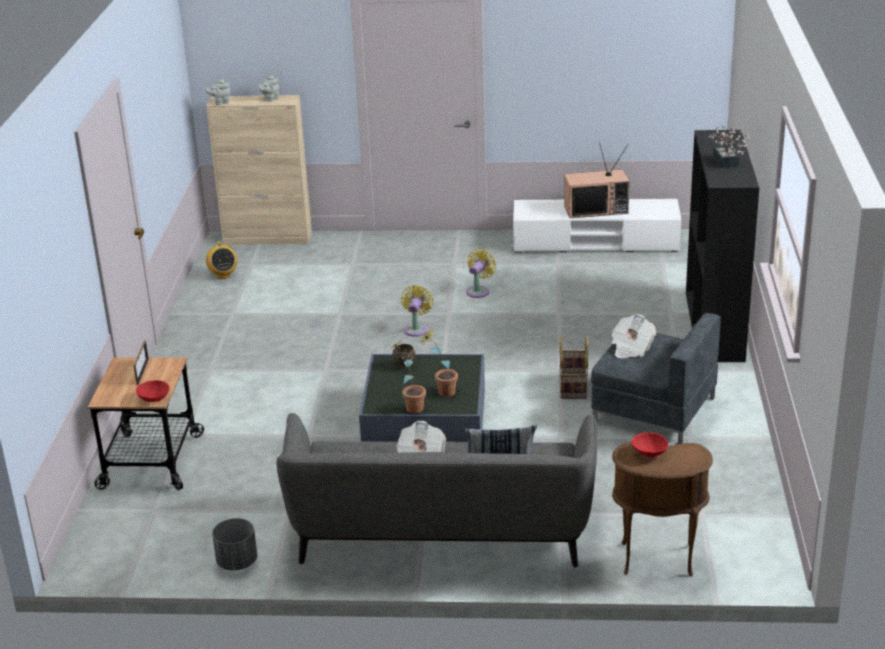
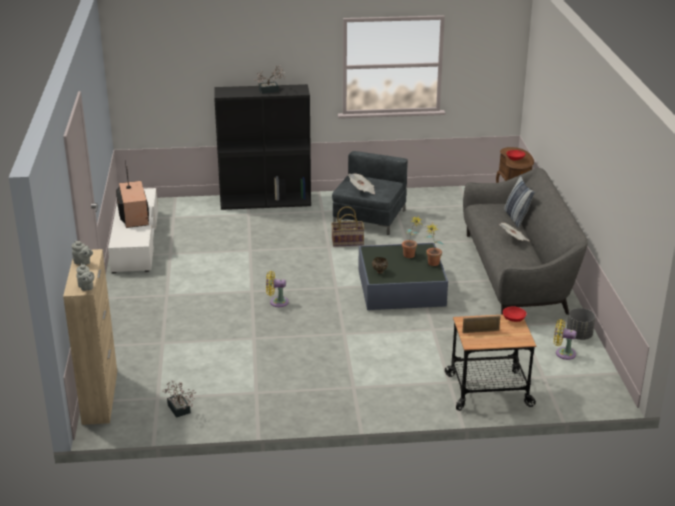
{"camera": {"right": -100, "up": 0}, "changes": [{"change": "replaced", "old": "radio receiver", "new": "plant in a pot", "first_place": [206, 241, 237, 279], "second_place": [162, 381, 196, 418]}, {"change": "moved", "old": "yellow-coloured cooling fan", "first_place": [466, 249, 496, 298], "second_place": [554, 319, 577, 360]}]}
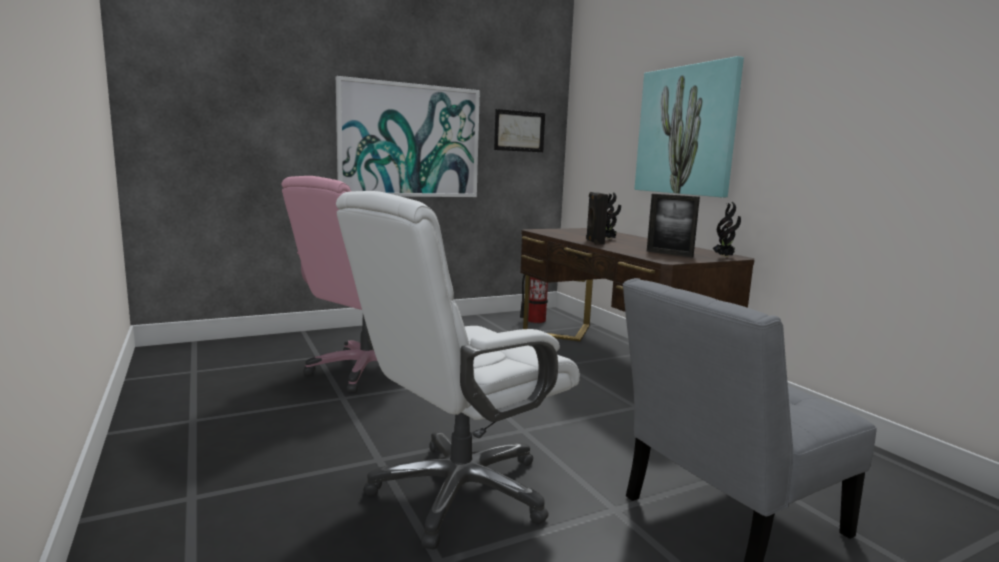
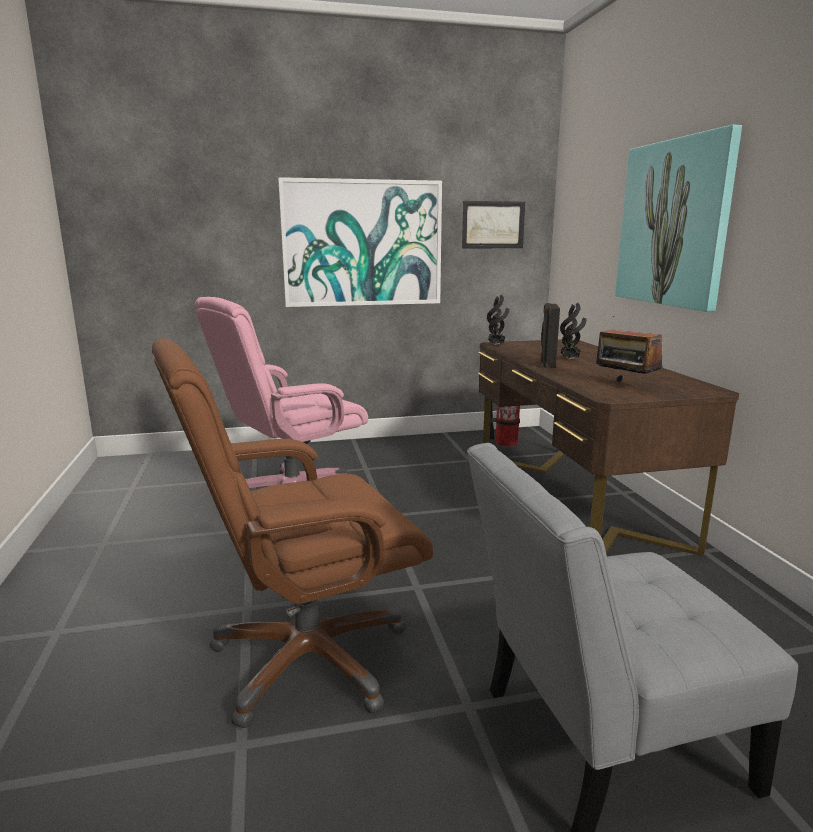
{"camera": {"right": 15, "up": 5}, "changes": [{"change": "recoloured", "old": "white-coloured desk chair", "new": "brown-coloured desk chair", "first_place": [336, 191, 580, 549], "second_place": [152, 338, 433, 729]}, {"change": "replaced", "old": "photo frame", "new": "radio receiver", "first_place": [647, 194, 700, 257], "second_place": [596, 316, 663, 382]}, {"change": "moved", "old": "plant in a pot", "first_place": [713, 201, 741, 257], "second_place": [487, 295, 510, 345]}]}
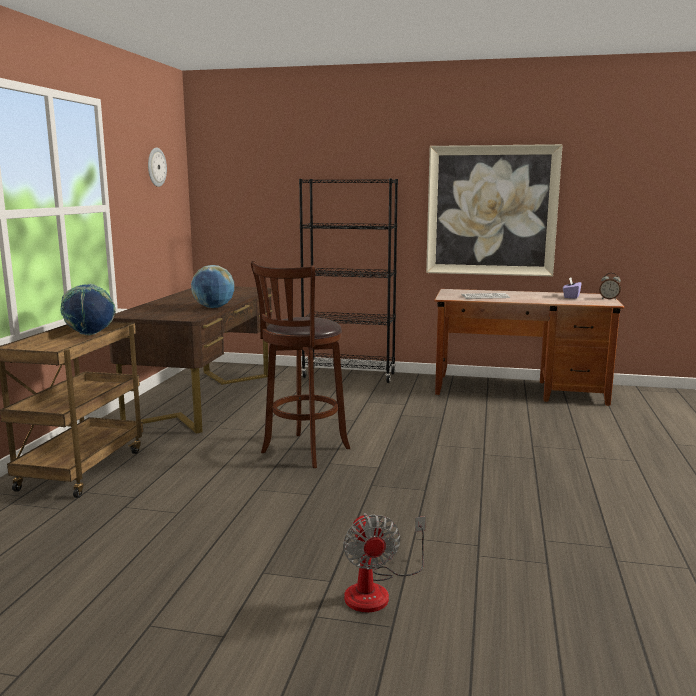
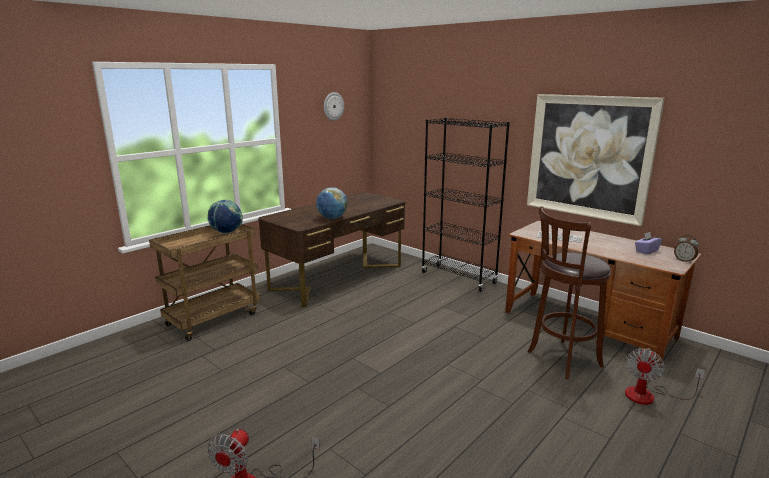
{"camera": {"right": 30, "up": 5}, "changes": [{"change": "moved", "old": "brown-coloured stool", "first_place": [251, 260, 350, 468], "second_place": [528, 206, 611, 380]}, {"change": "added", "new": "cooling fan", "second_place": [625, 348, 705, 405]}]}
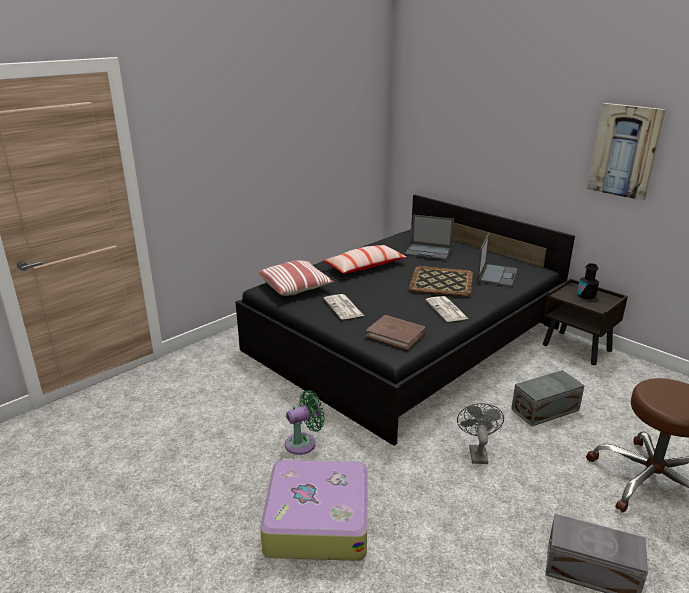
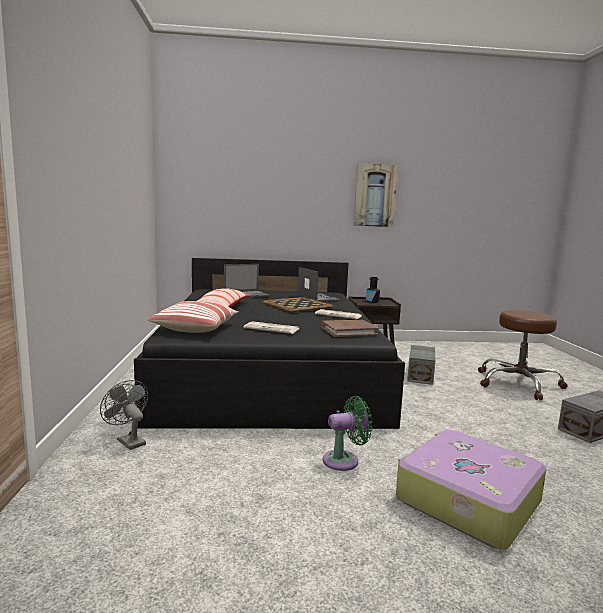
{"camera": {"right": -50, "up": -15}, "changes": [{"change": "turned", "old": "greenish cooling fan", "first_place": [285, 390, 325, 455], "second_place": [323, 396, 372, 471], "degrees": 60}, {"change": "moved", "old": "grey cooling fan", "first_place": [457, 403, 504, 464], "second_place": [100, 380, 148, 450]}]}
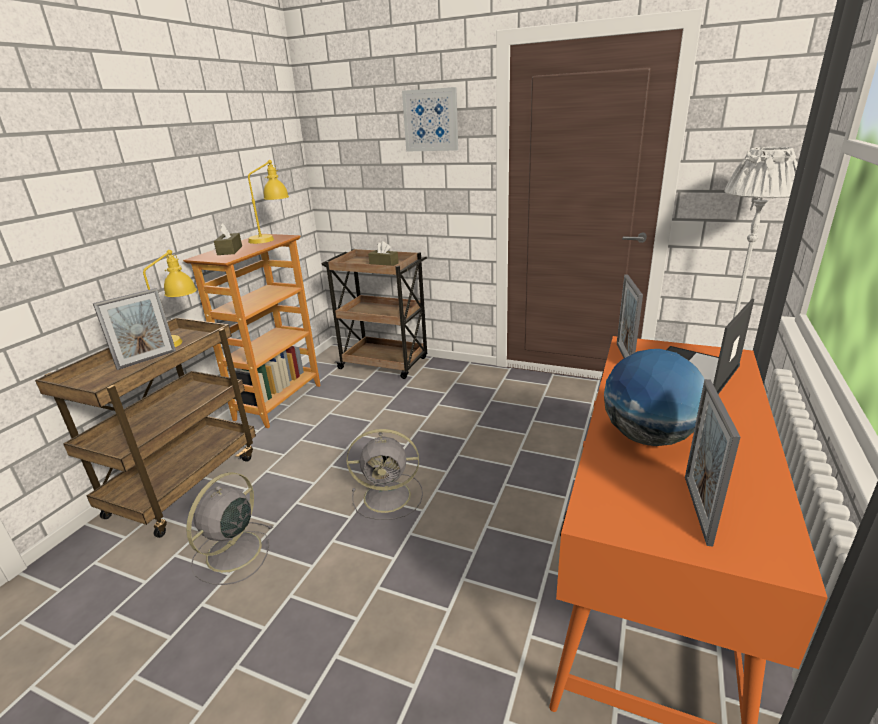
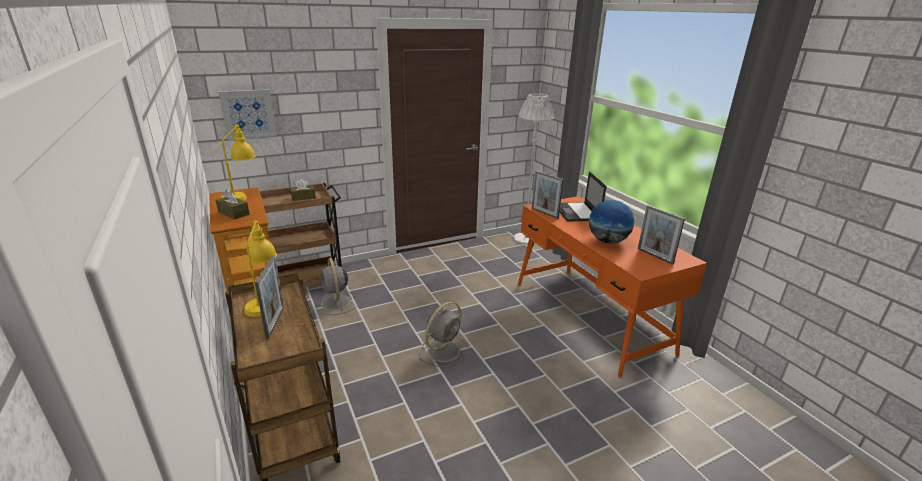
{"camera": {"right": -50, "up": 0}, "changes": [{"change": "moved", "old": "grey cooling fan", "first_place": [186, 472, 272, 585], "second_place": [315, 258, 358, 315]}, {"change": "moved", "old": "picture", "first_place": [402, 87, 458, 152], "second_place": [218, 89, 277, 140]}]}
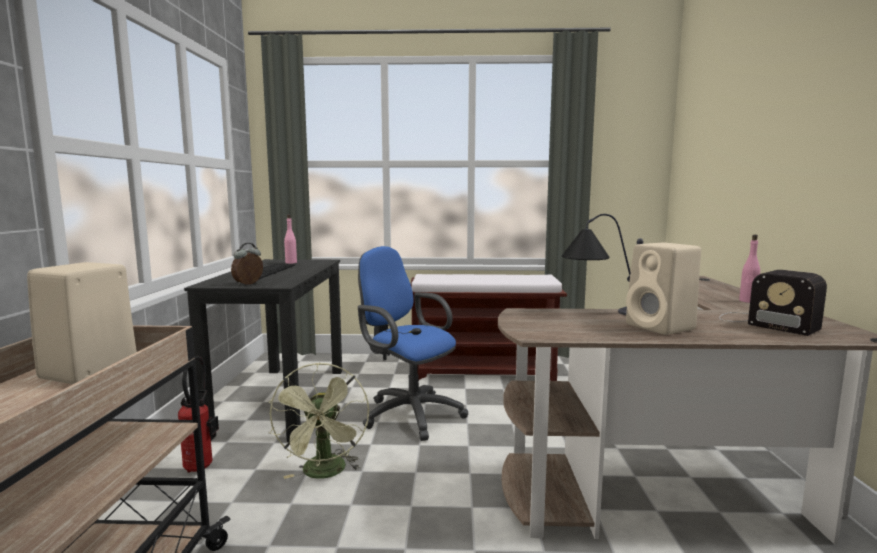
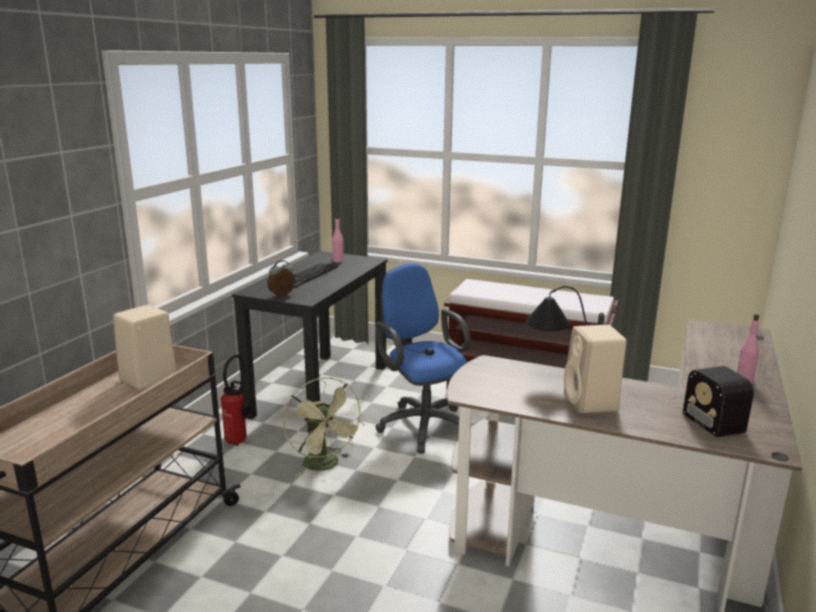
{"camera": {"right": 20, "up": 10}, "changes": [{"change": "turned", "old": "greenish cooling fan", "first_place": [269, 362, 369, 479], "second_place": [284, 377, 365, 477], "degrees": -45}]}
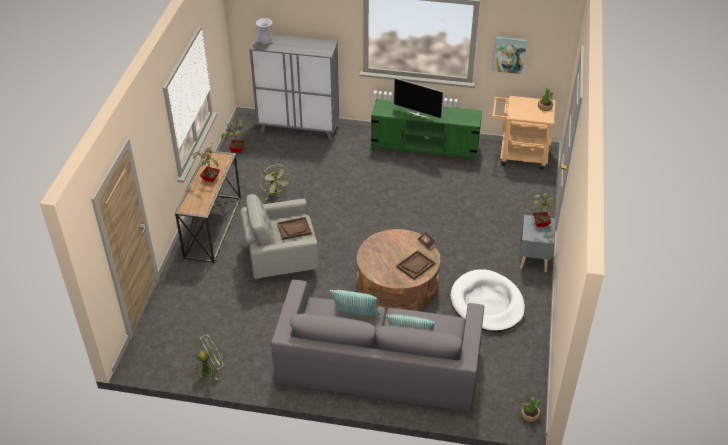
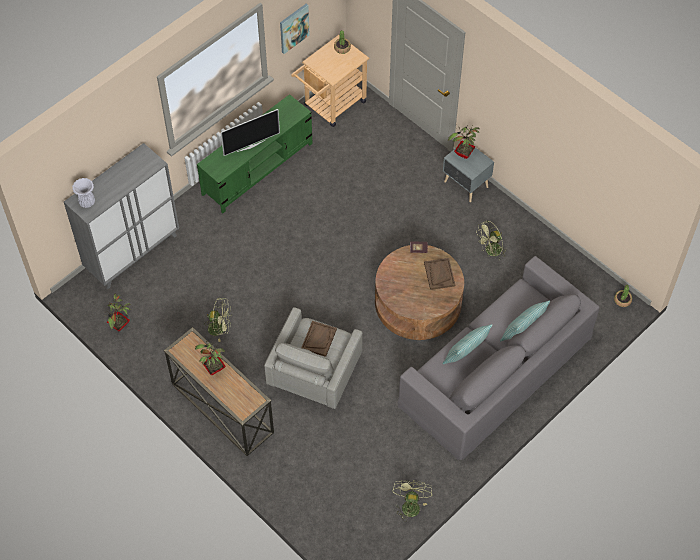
{"camera": {"right": -55, "up": 15}, "changes": [{"change": "replaced", "old": "white-coloured dog bed", "new": "greenish cooling fan", "first_place": [451, 269, 525, 332], "second_place": [476, 220, 507, 260]}]}
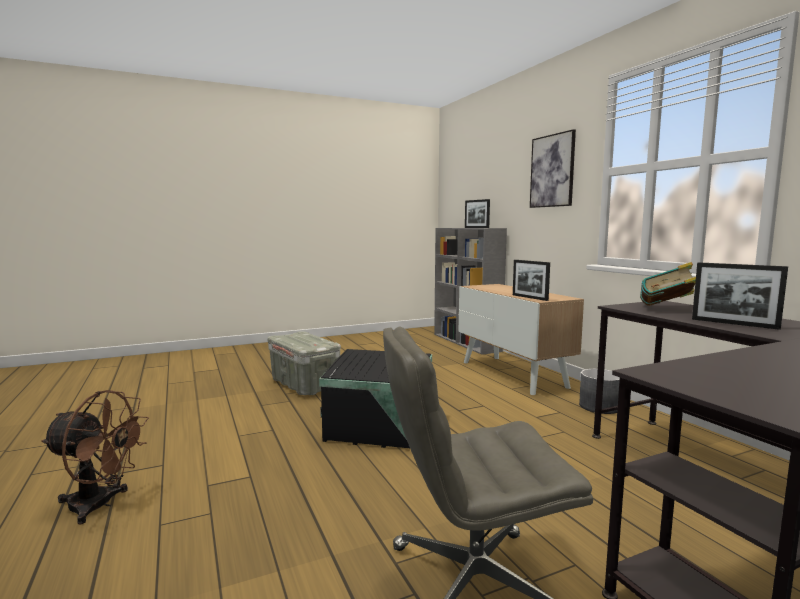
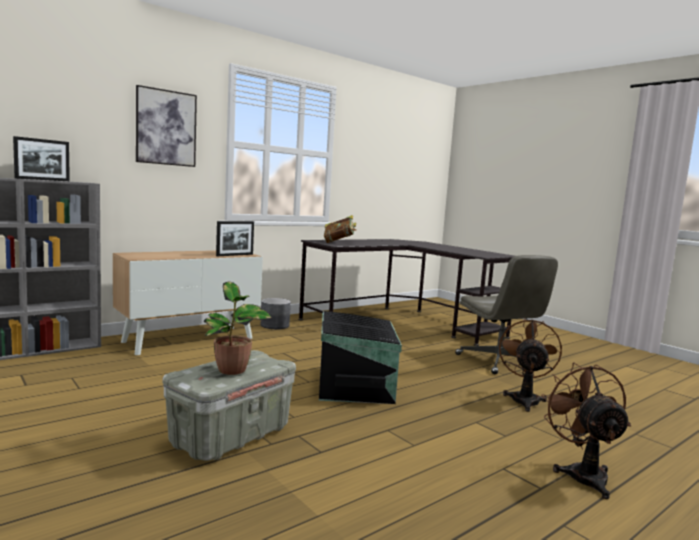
{"camera": {"right": -105, "up": 0}, "changes": [{"change": "removed", "old": "photo frame", "first_place": [692, 262, 788, 330]}, {"change": "added", "new": "plant in a pot", "second_place": [204, 282, 272, 375]}, {"change": "added", "new": "brown-coloured cooling fan", "second_place": [499, 318, 562, 412]}]}
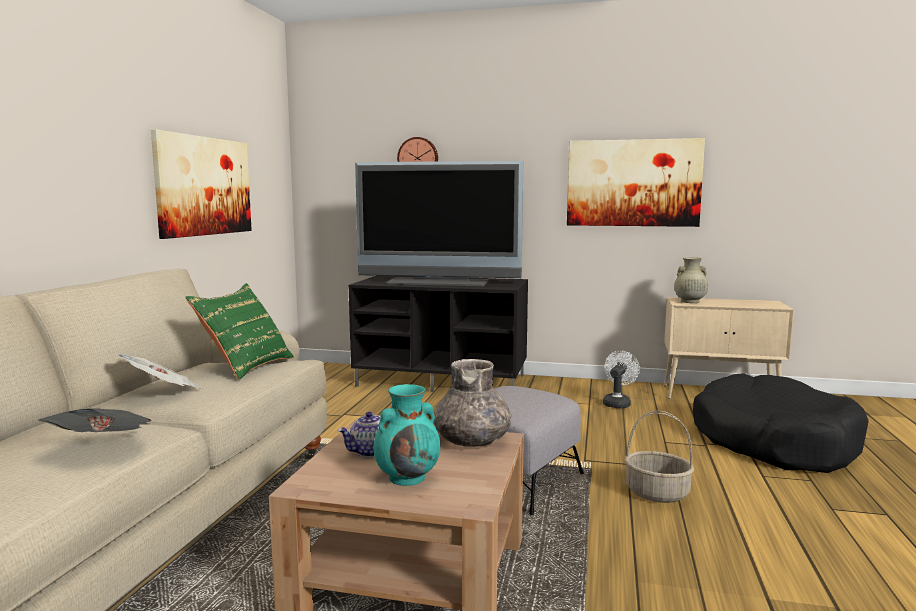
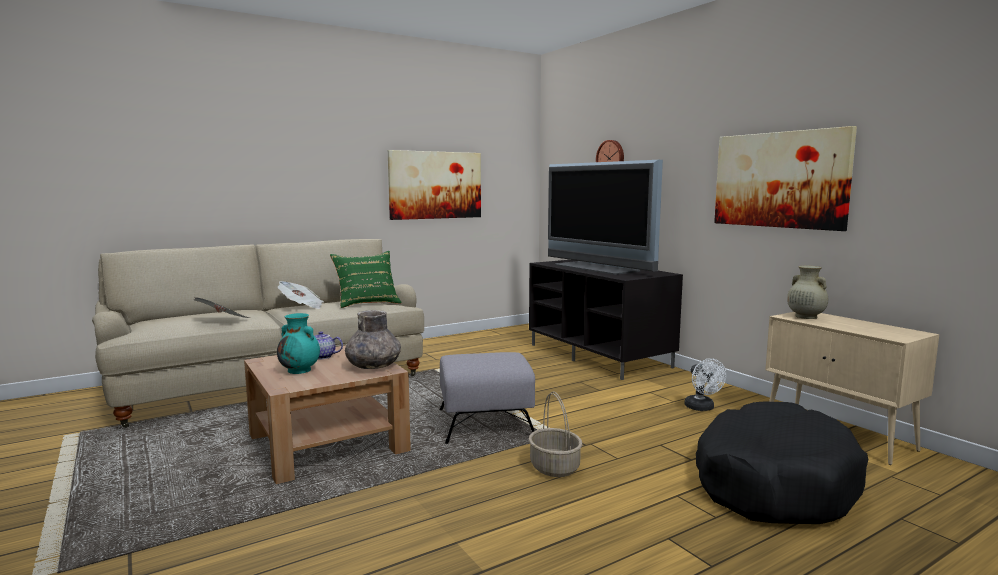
{"camera": {"right": 45, "up": 0}, "changes": [{"change": "turned", "old": "white-coloured cooling fan", "first_place": [603, 351, 640, 408], "second_place": [685, 358, 726, 411], "degrees": 90}]}
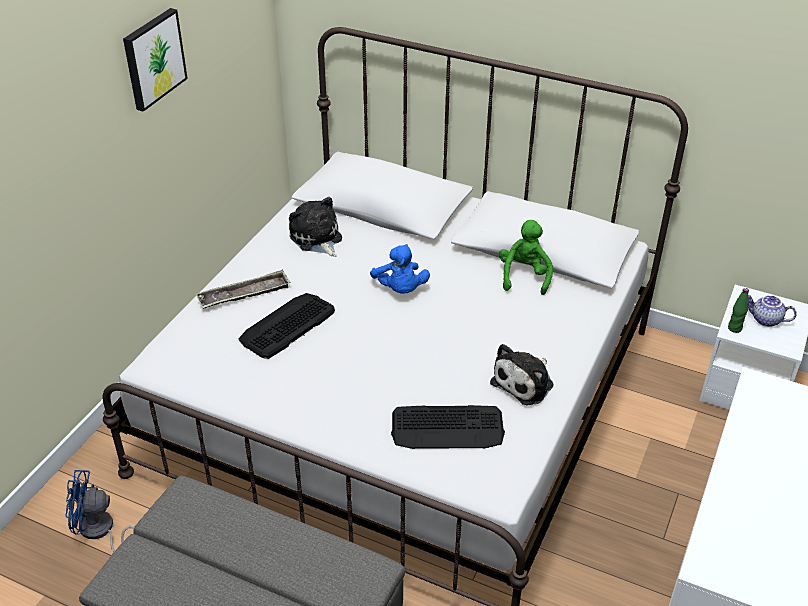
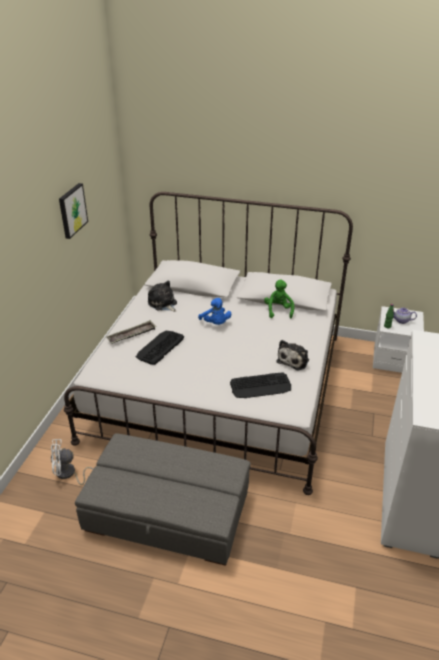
{"camera": {"right": -10, "up": -5}, "changes": [{"change": "recoloured", "old": "blue-coloured cooling fan", "new": "white-coloured cooling fan", "first_place": [65, 470, 135, 552], "second_place": [51, 439, 93, 485]}]}
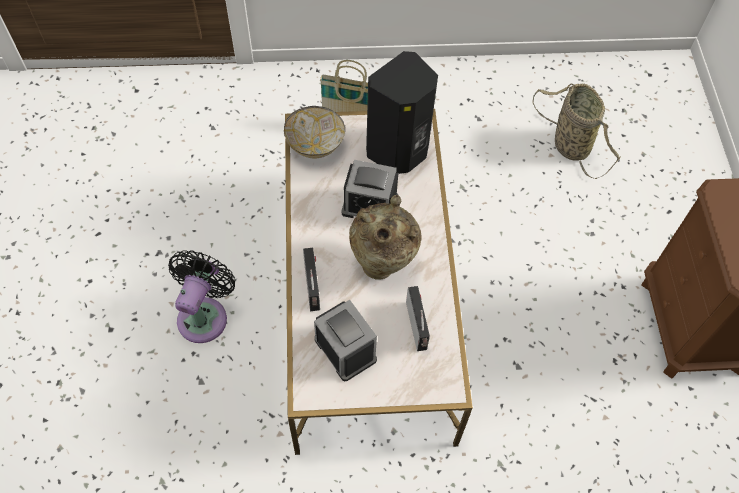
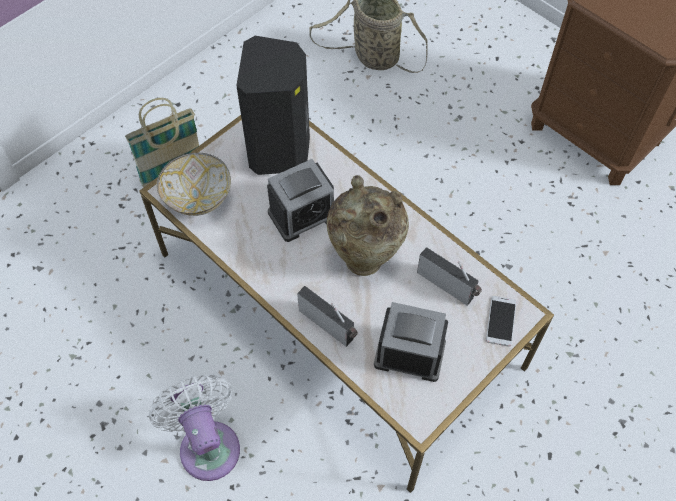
{"camera": {"right": -40, "up": 0}, "changes": [{"change": "recoloured", "old": "black cooling fan", "new": "white-coloured cooling fan", "first_place": [168, 250, 235, 343], "second_place": [149, 375, 240, 481]}, {"change": "added", "new": "handset", "second_place": [486, 296, 517, 347]}]}
